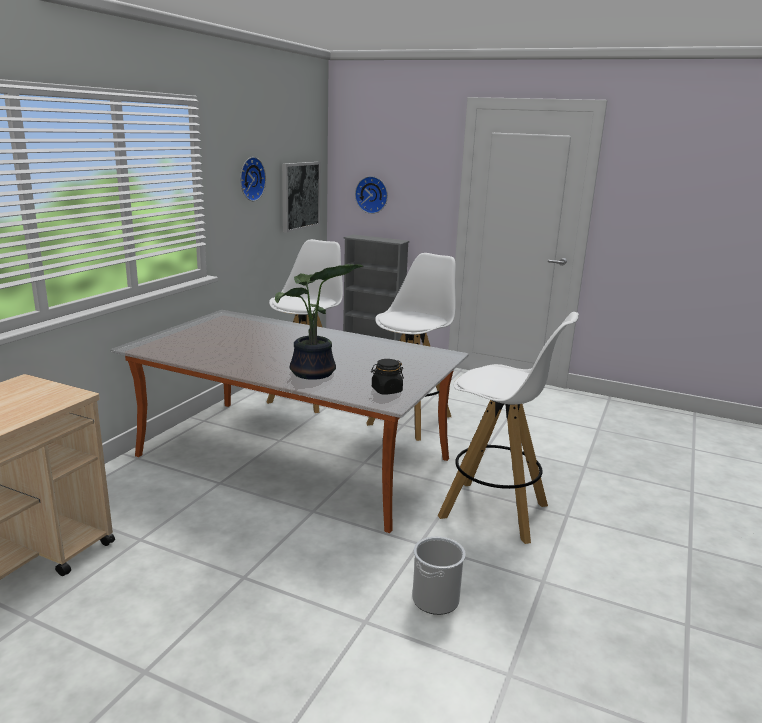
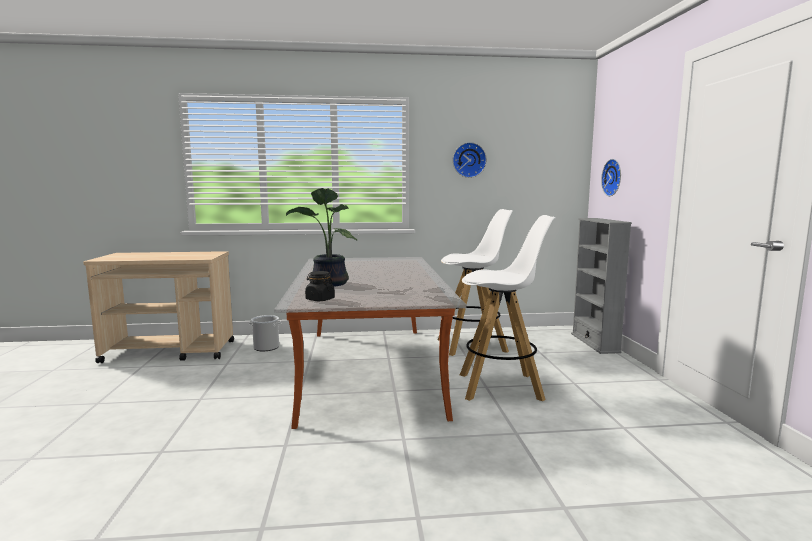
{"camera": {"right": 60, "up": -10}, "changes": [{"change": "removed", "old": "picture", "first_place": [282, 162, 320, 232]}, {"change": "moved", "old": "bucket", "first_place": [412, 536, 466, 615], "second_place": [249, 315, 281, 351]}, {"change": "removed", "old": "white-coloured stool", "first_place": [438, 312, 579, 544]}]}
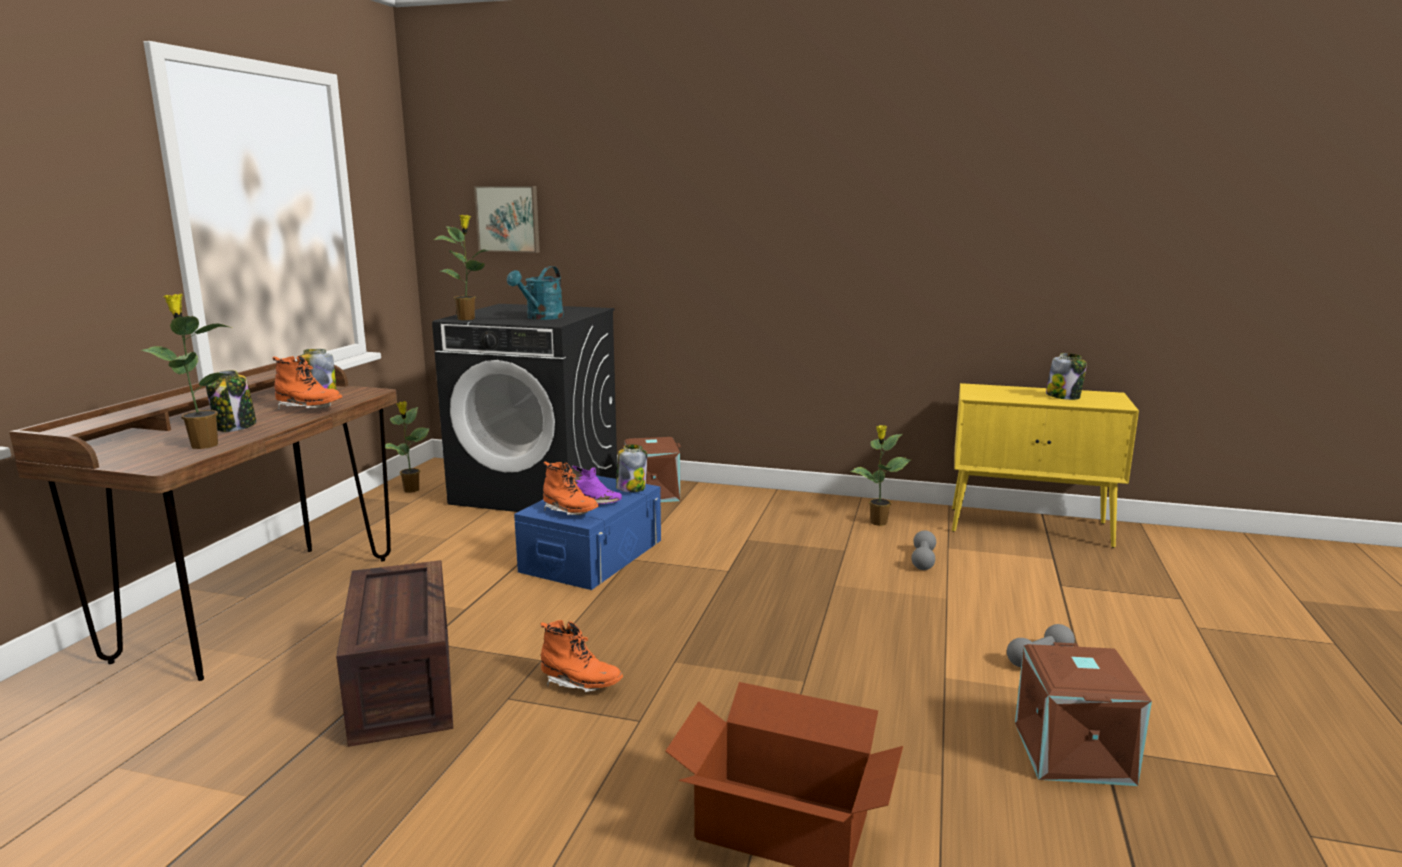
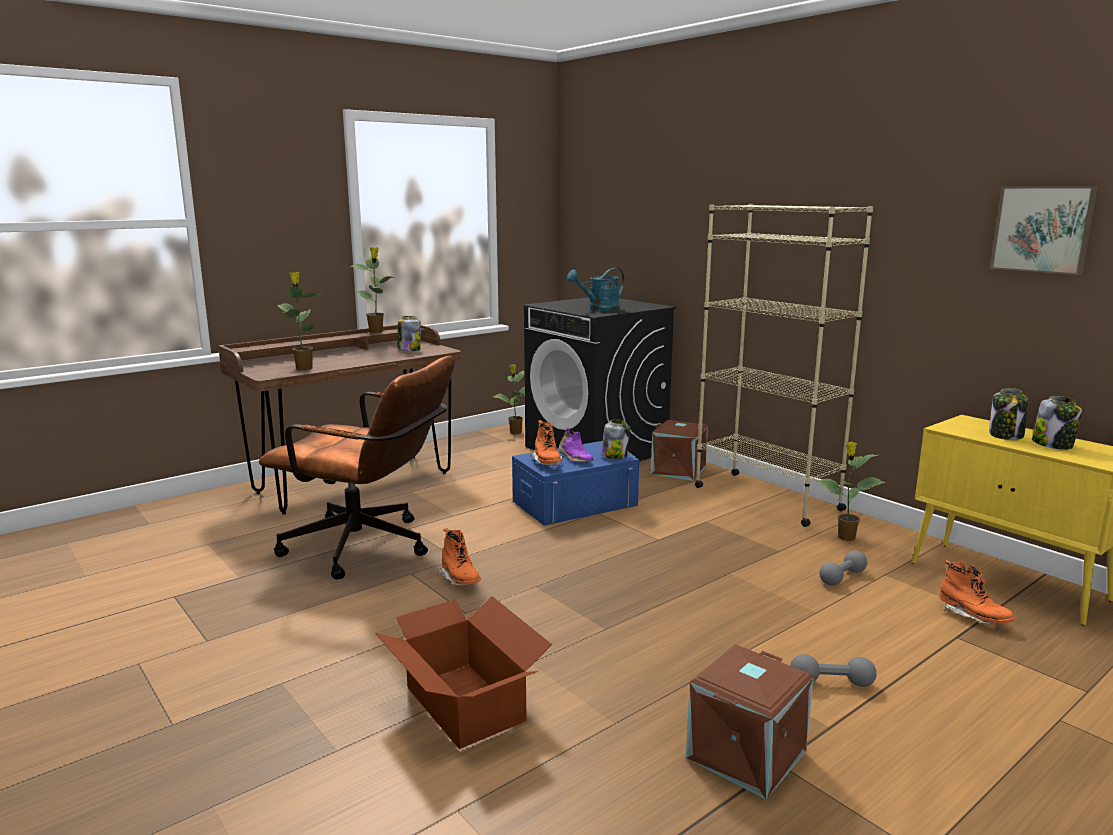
{"camera": {"right": 35, "up": 0}, "changes": [{"change": "moved", "old": "storage jar", "first_place": [206, 370, 256, 432], "second_place": [989, 388, 1028, 440]}, {"change": "moved", "old": "orange-coloured tall boot", "first_place": [272, 356, 342, 410], "second_place": [939, 560, 1015, 624]}, {"change": "replaced", "old": "packing crate", "new": "brown-coloured desk chair", "first_place": [336, 560, 453, 747], "second_place": [259, 356, 455, 580]}, {"change": "moved", "old": "plant in a pot", "first_place": [434, 215, 489, 320], "second_place": [350, 247, 395, 333]}, {"change": "moved", "old": "picture", "first_place": [474, 186, 540, 253], "second_place": [990, 186, 1098, 275]}, {"change": "added", "new": "beige bookshelf", "second_place": [695, 204, 873, 527]}]}
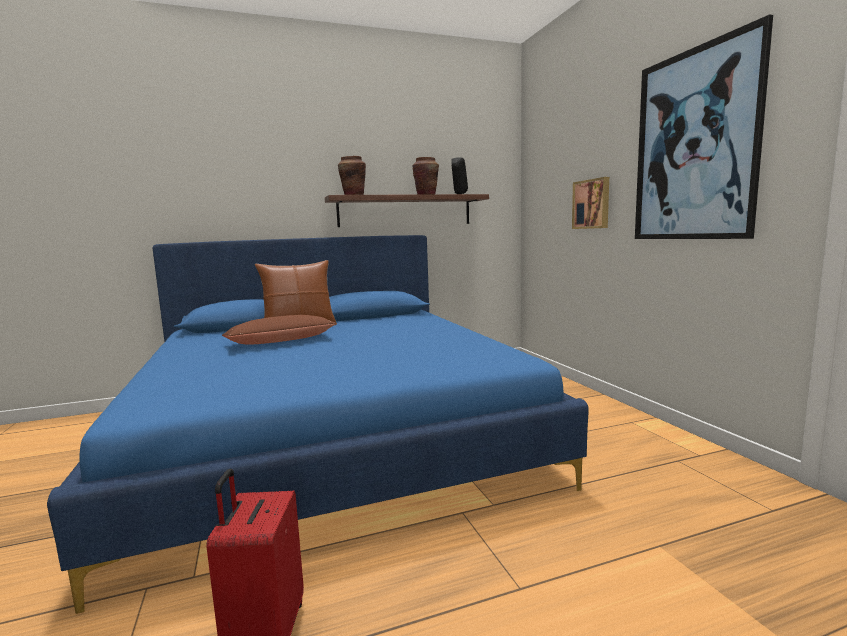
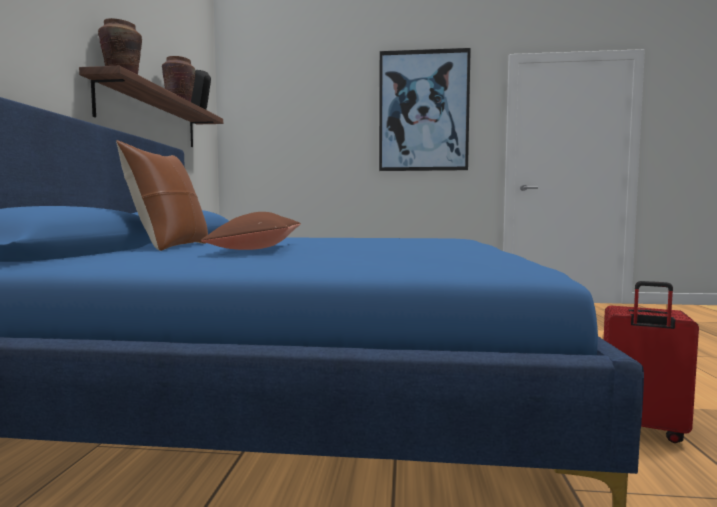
{"camera": {"right": -65, "up": -5}, "changes": [{"change": "removed", "old": "picture", "first_place": [572, 177, 609, 229]}]}
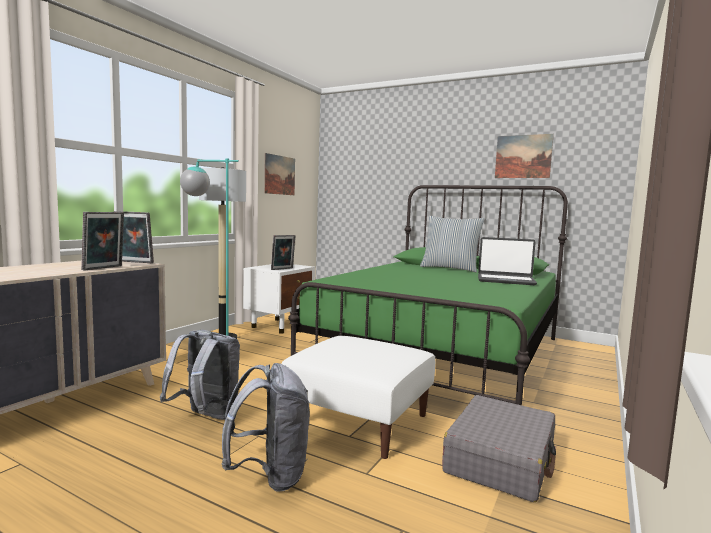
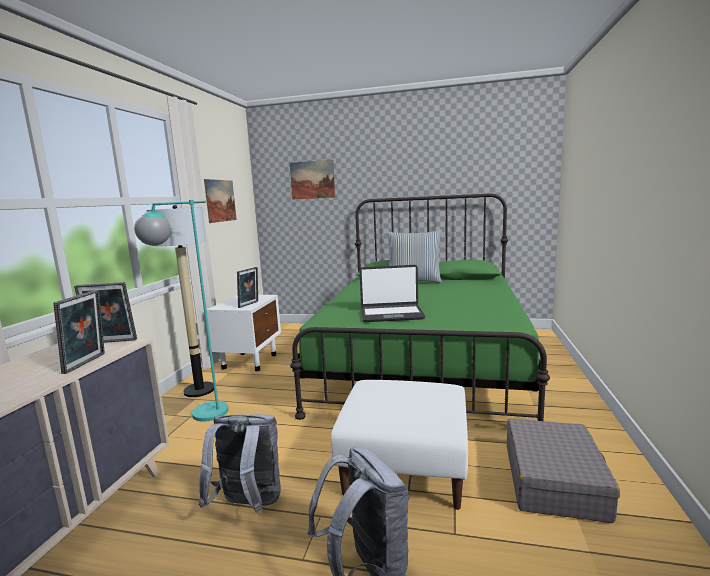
{"camera": {"right": -15, "up": 5}, "changes": [{"change": "moved", "old": "portable computer", "first_place": [478, 237, 537, 285], "second_place": [359, 265, 426, 322]}, {"change": "moved", "old": "picture", "first_place": [495, 134, 554, 178], "second_place": [290, 160, 335, 200]}]}
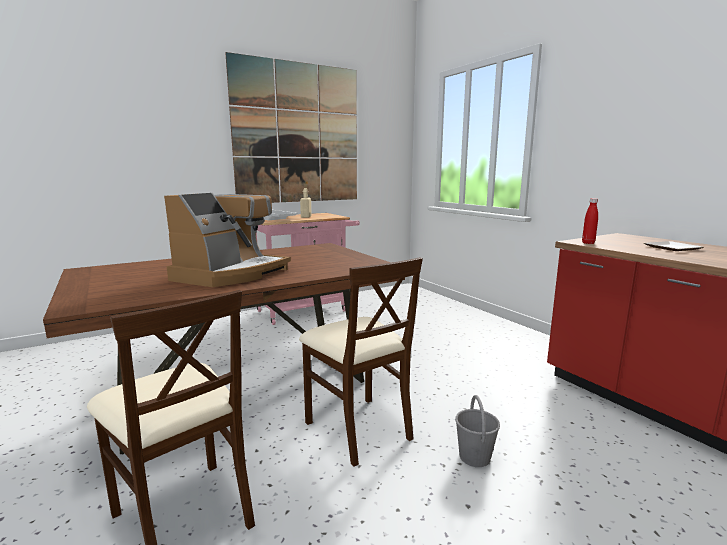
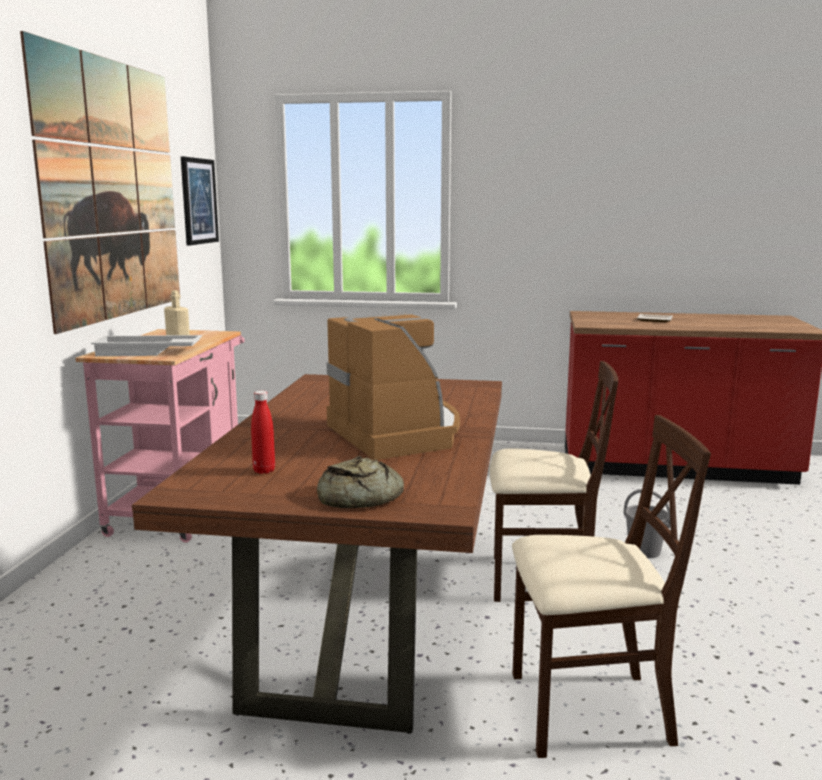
{"camera": {"right": -50, "up": 0}, "changes": [{"change": "moved", "old": "red-coloured bottle", "first_place": [582, 198, 598, 244], "second_place": [251, 391, 275, 474]}, {"change": "added", "new": "picture", "second_place": [181, 157, 219, 245]}, {"change": "added", "new": "bakery bread", "second_place": [317, 456, 404, 508]}]}
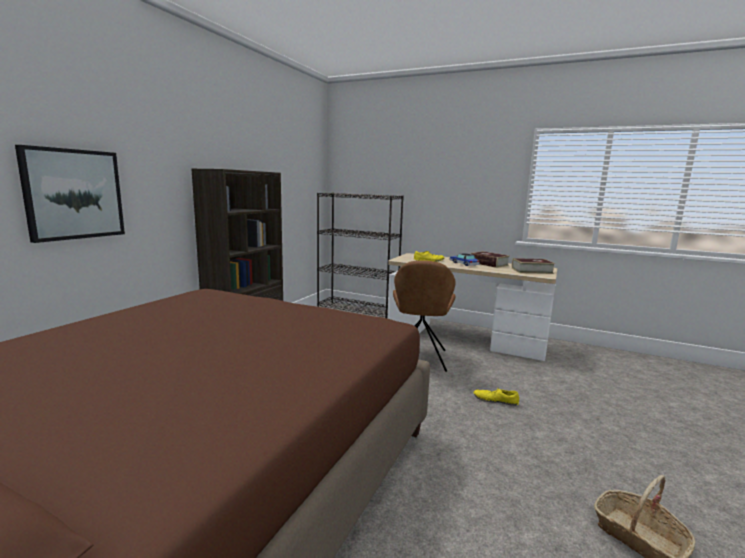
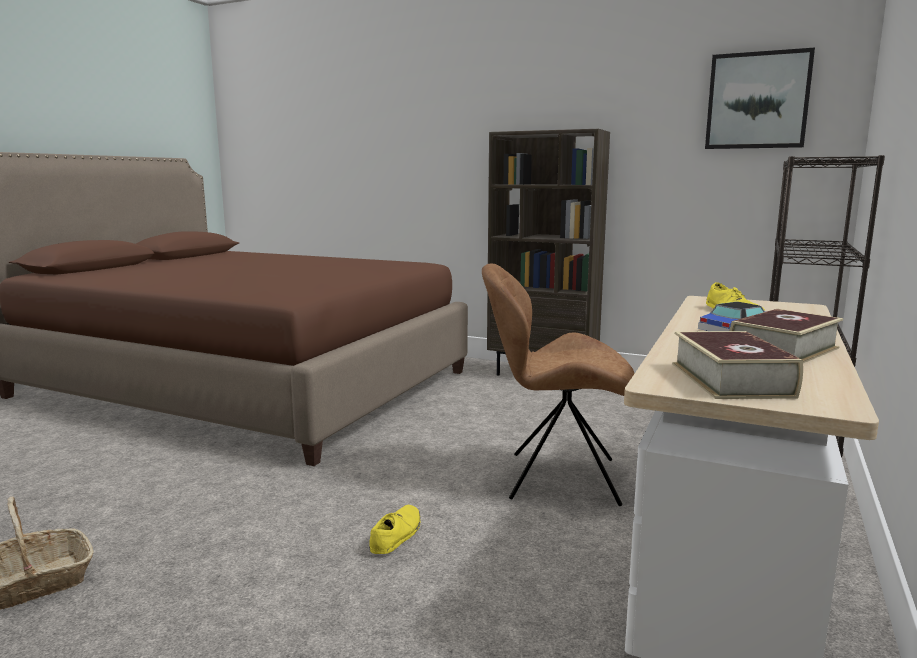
{"camera": {"right": 90, "up": 0}, "changes": [{"change": "moved", "old": "picture", "first_place": [15, 145, 125, 243], "second_place": [705, 48, 815, 149]}]}
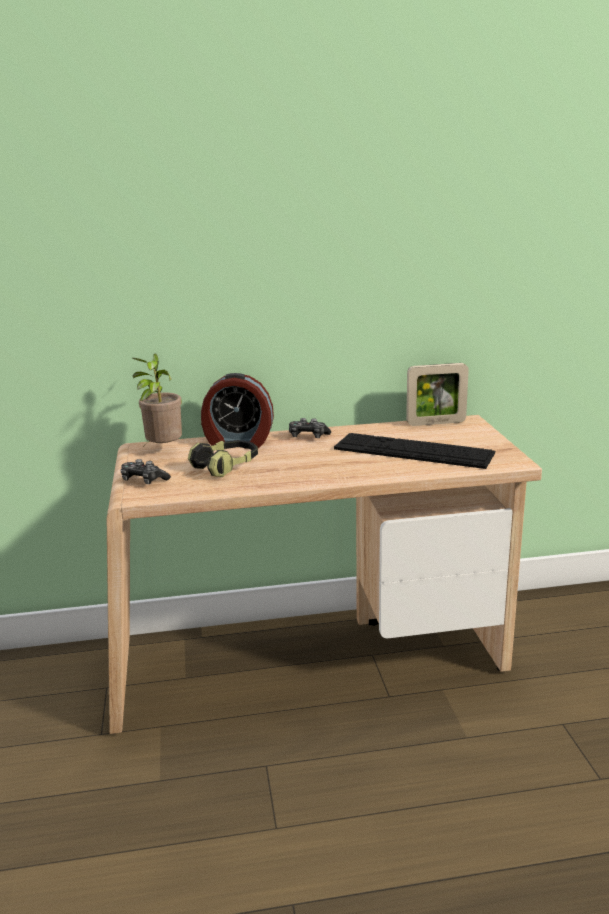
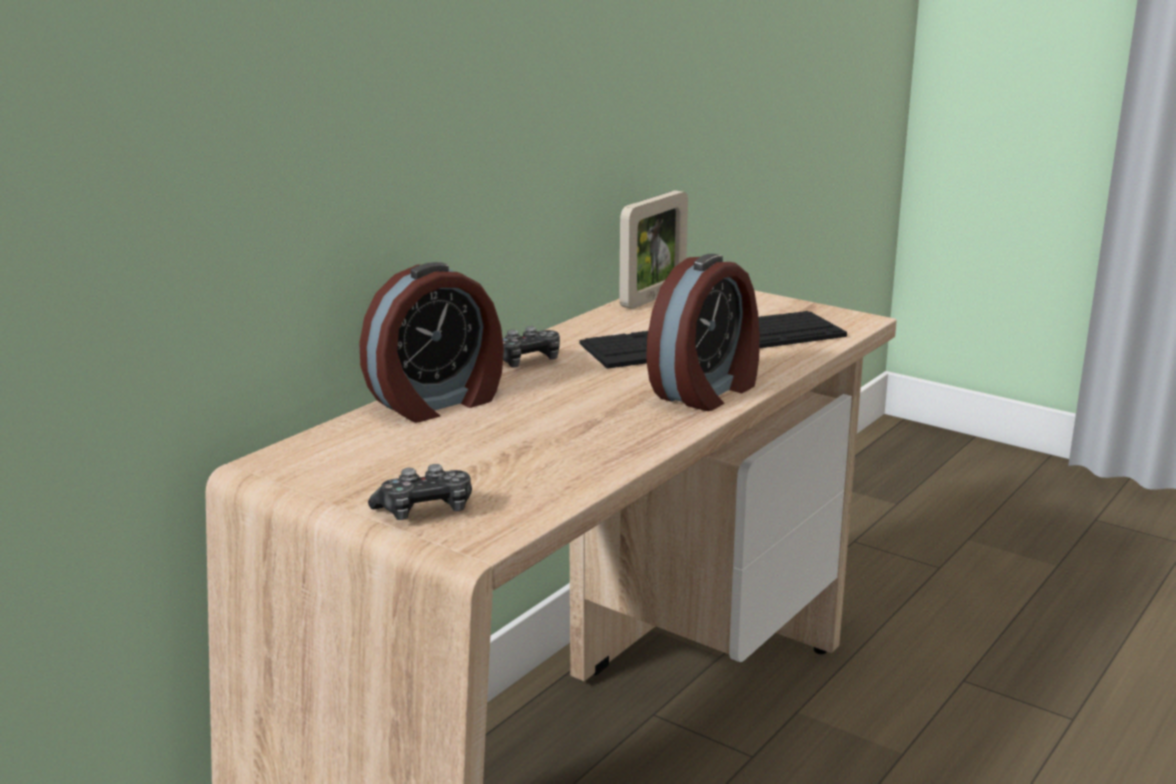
{"camera": {"right": -45, "up": 0}, "changes": [{"change": "removed", "old": "plant in a pot", "first_place": [132, 353, 182, 446]}, {"change": "removed", "old": "headphones", "first_place": [188, 440, 258, 477]}, {"change": "added", "new": "table clock", "second_place": [646, 254, 760, 411]}]}
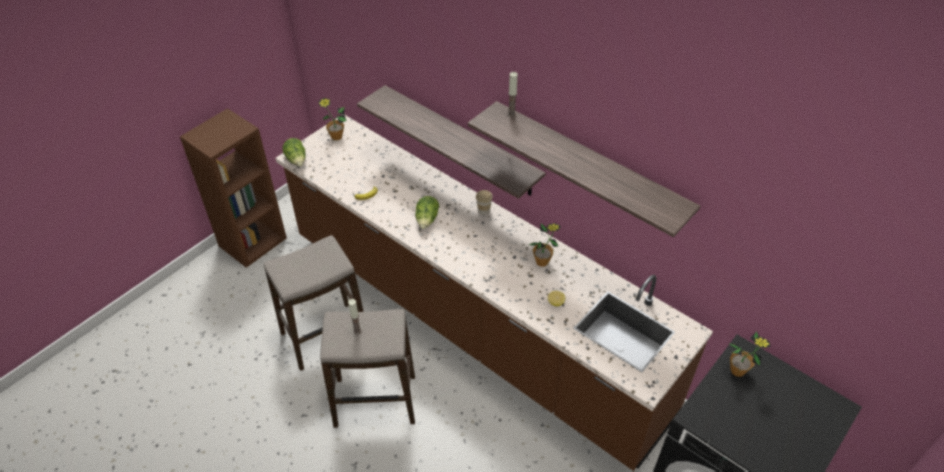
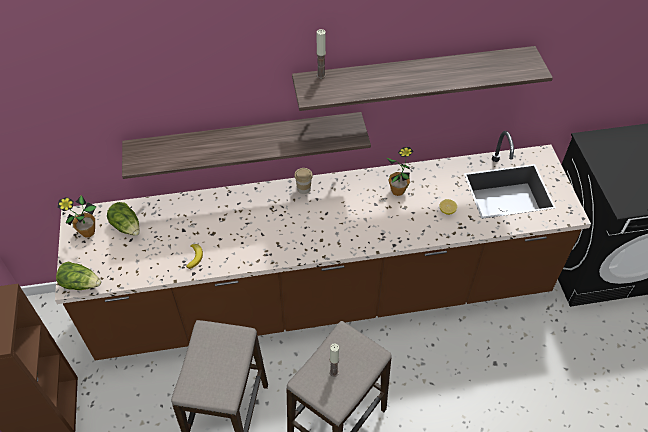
{"camera": {"right": -50, "up": 5}, "changes": [{"change": "moved", "old": "lettuce head", "first_place": [415, 196, 439, 229], "second_place": [107, 202, 140, 236]}, {"change": "removed", "old": "plant in a pot", "first_place": [730, 331, 771, 377]}]}
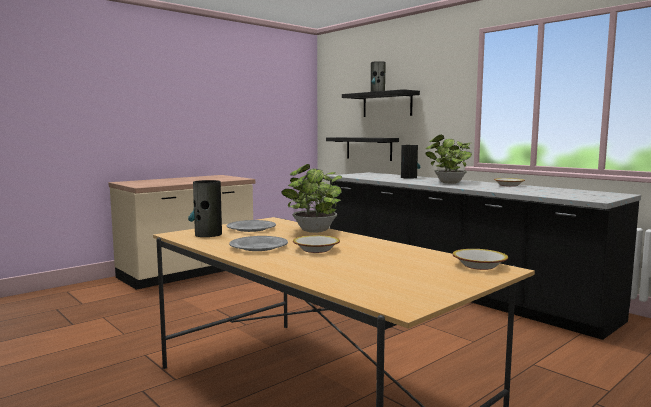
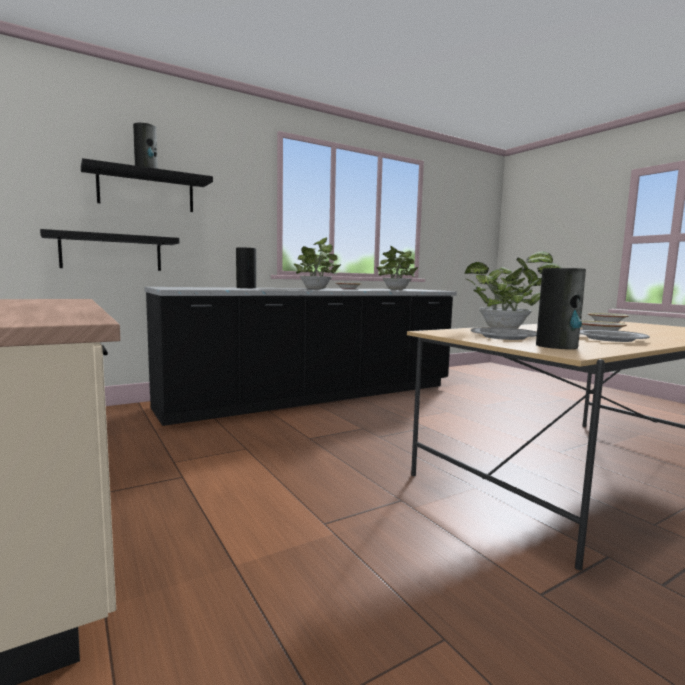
{"camera": {"right": -80, "up": 0}, "changes": [{"change": "added", "new": "plant in a pot", "second_place": [376, 246, 418, 290]}]}
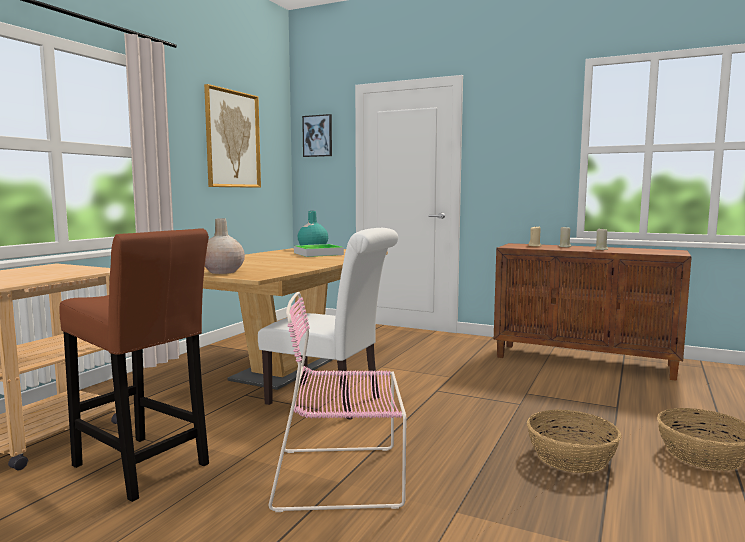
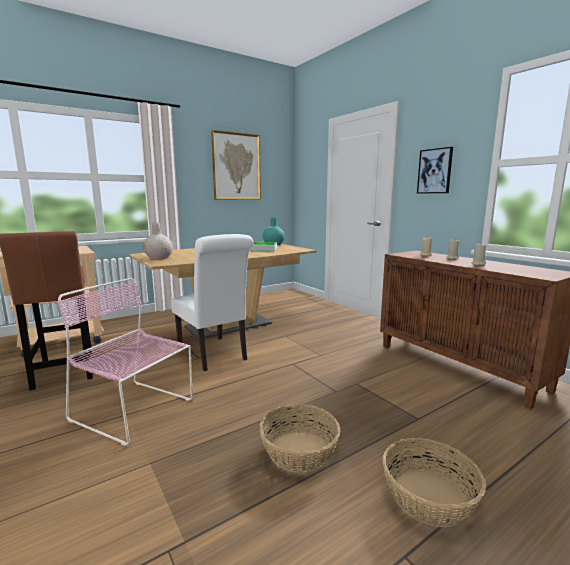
{"camera": {"right": 30, "up": 5}, "changes": [{"change": "moved", "old": "picture", "first_place": [302, 114, 332, 157], "second_place": [417, 147, 453, 194]}]}
